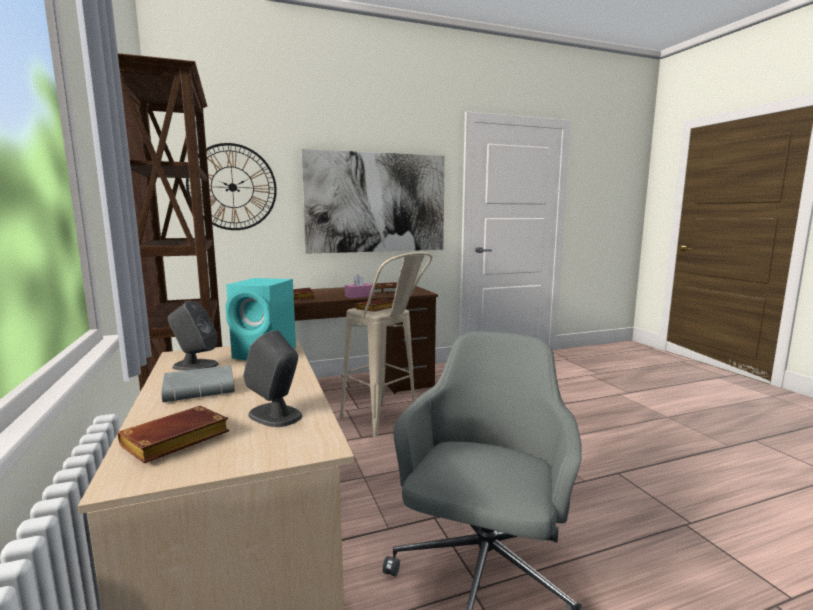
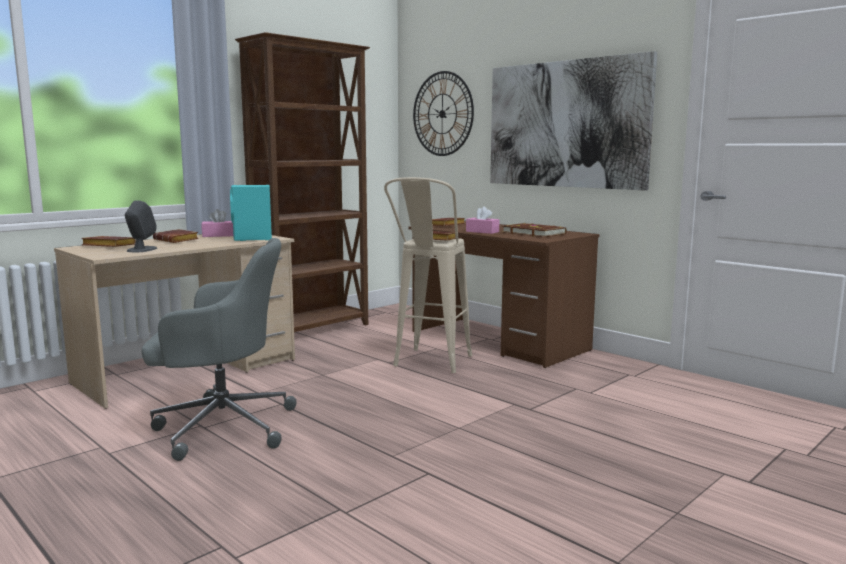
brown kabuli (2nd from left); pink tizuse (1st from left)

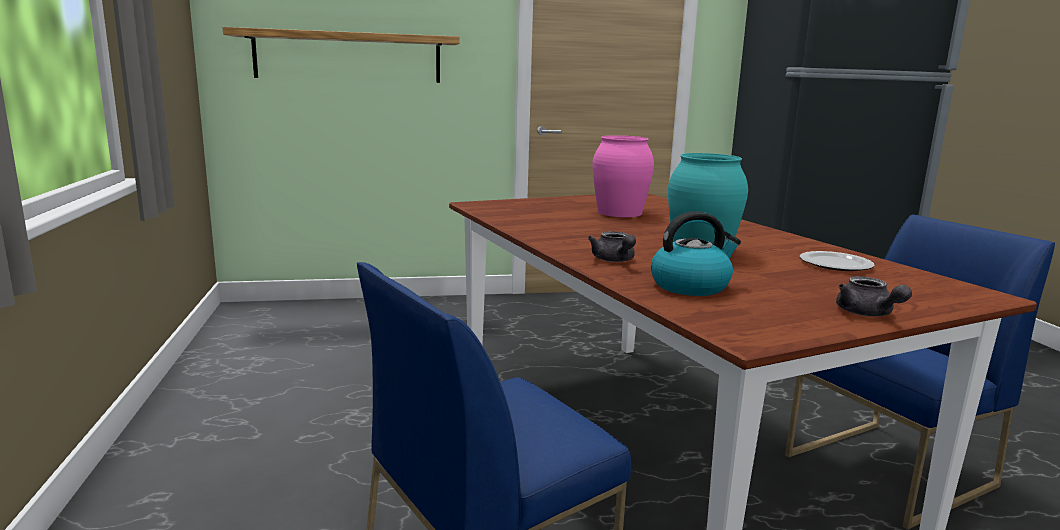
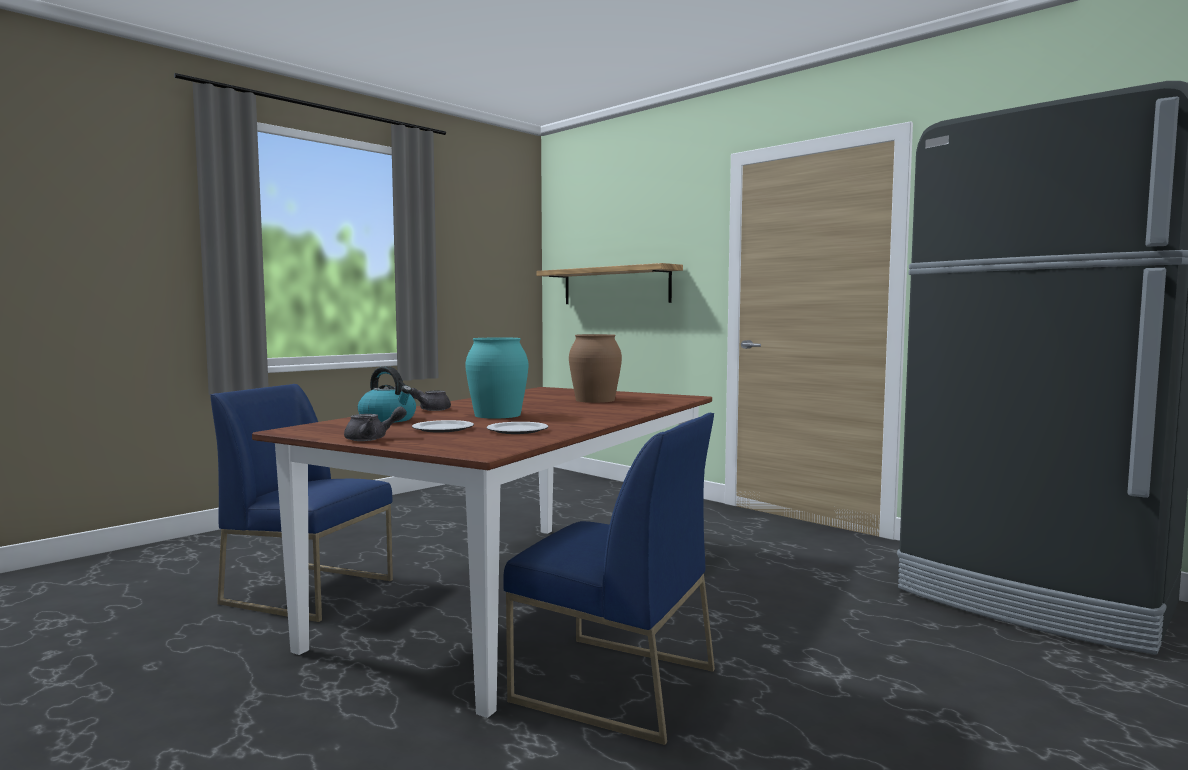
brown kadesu; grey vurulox (1st from left); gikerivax (1st from left)

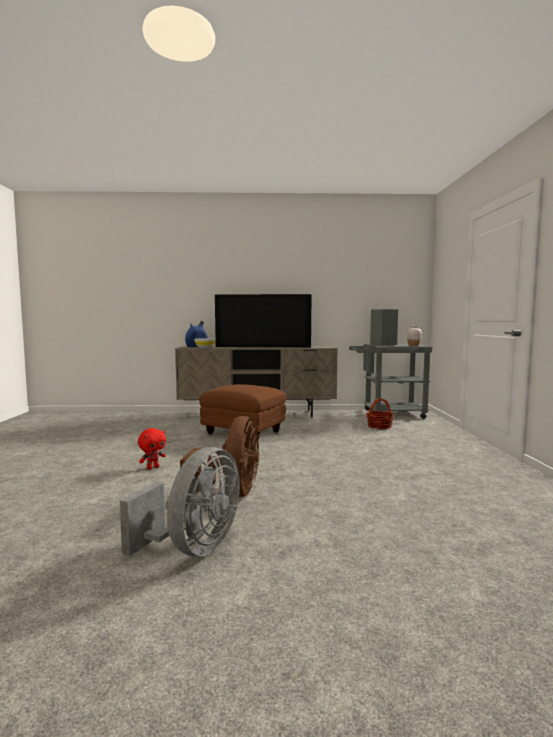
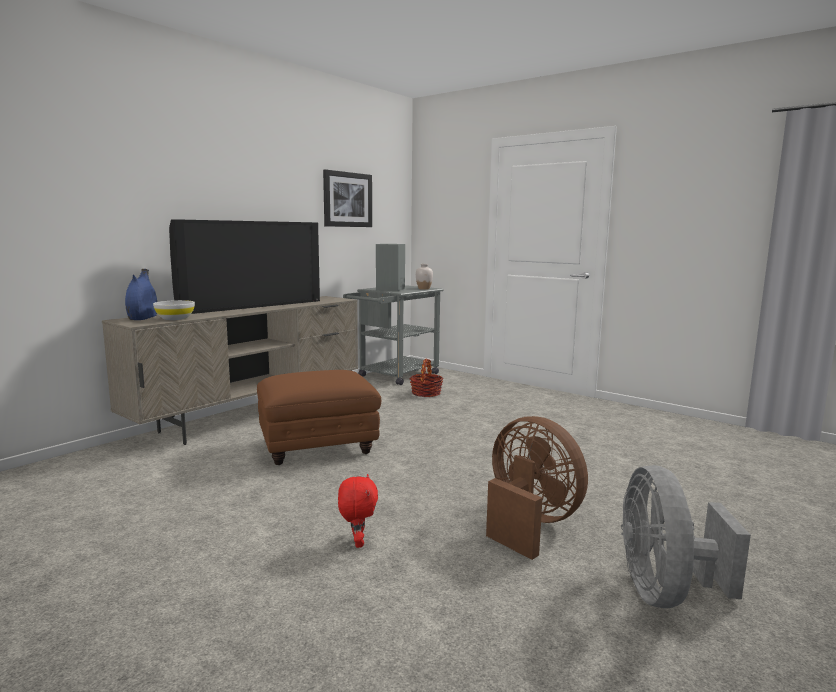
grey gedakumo; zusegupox

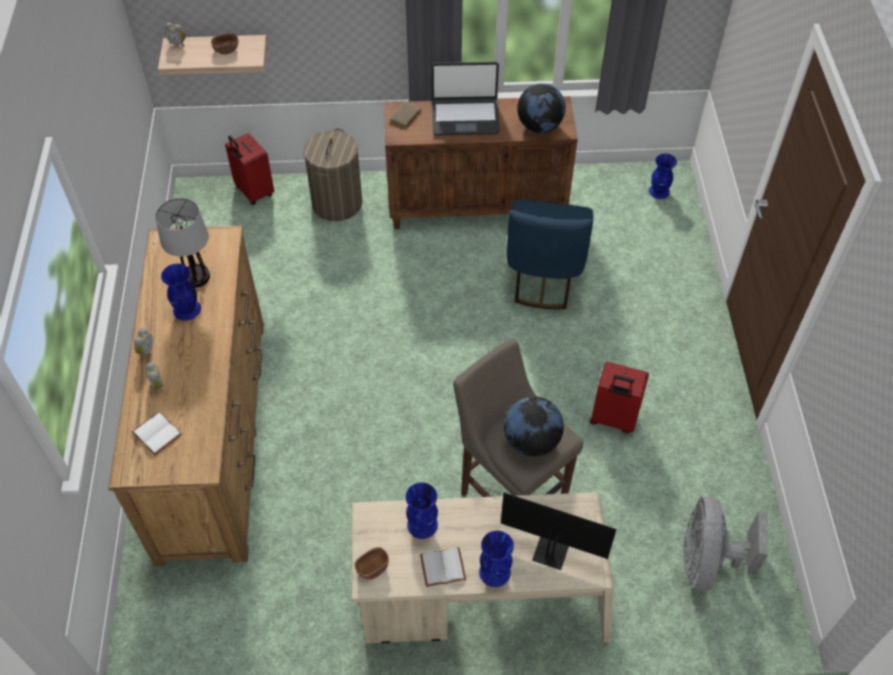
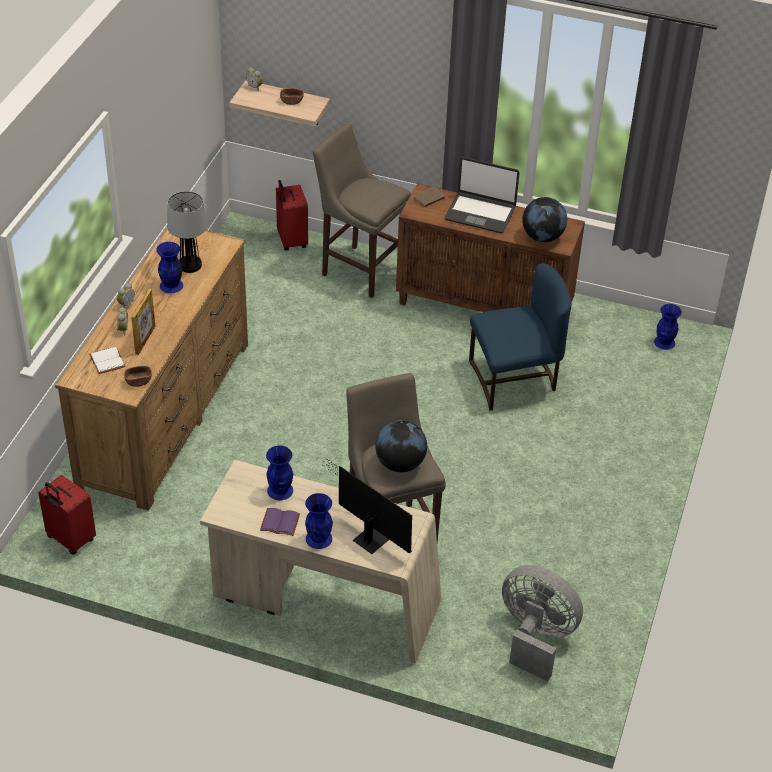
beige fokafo (1st from left); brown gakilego (1st from left); purple kabuli; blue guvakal; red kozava (1st from left); grey gedakumo; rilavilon

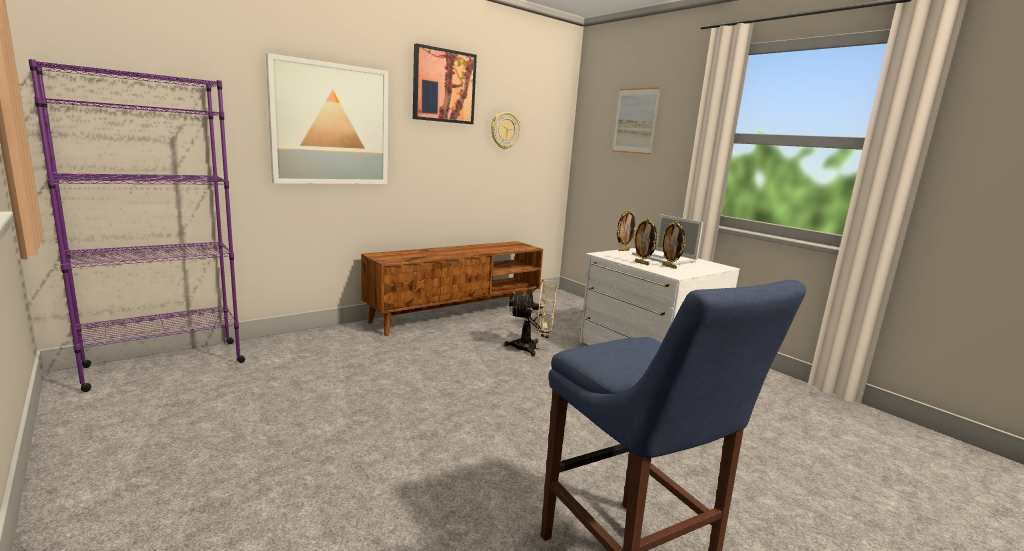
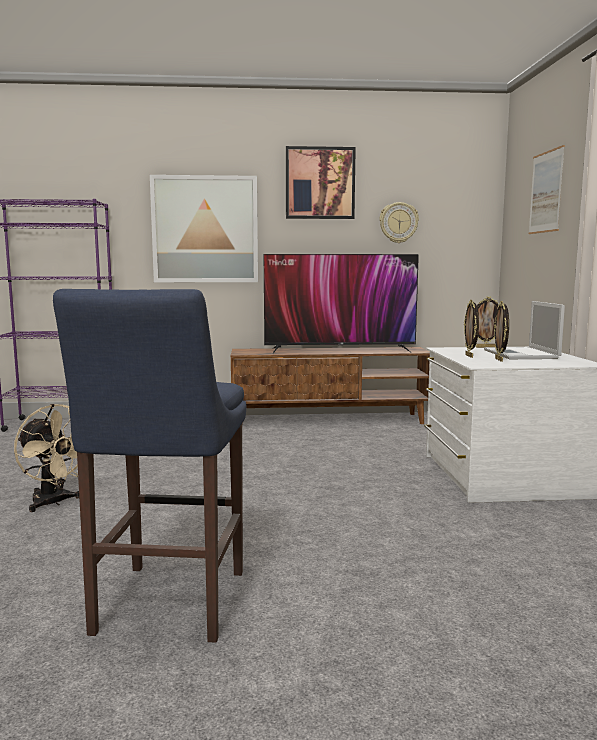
beige gedakumo; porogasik

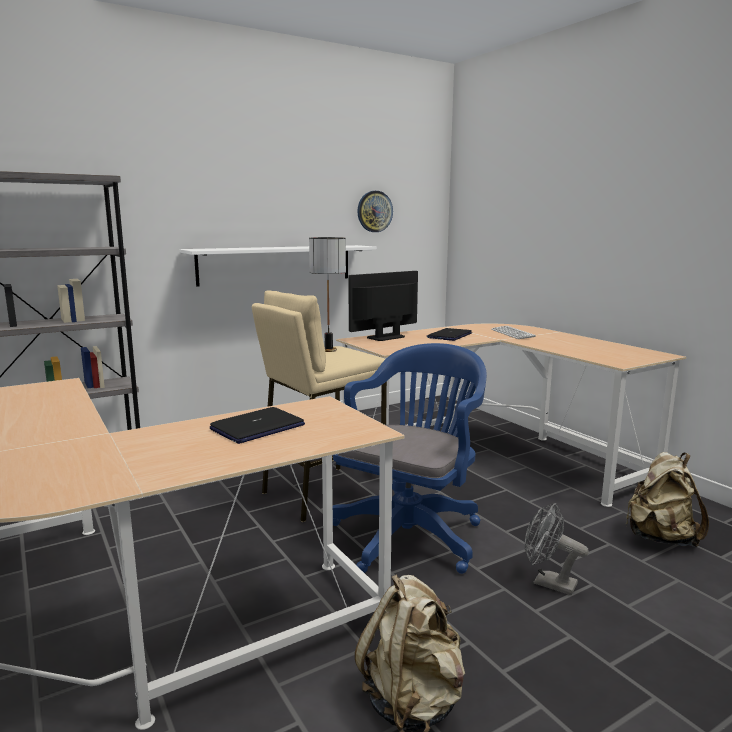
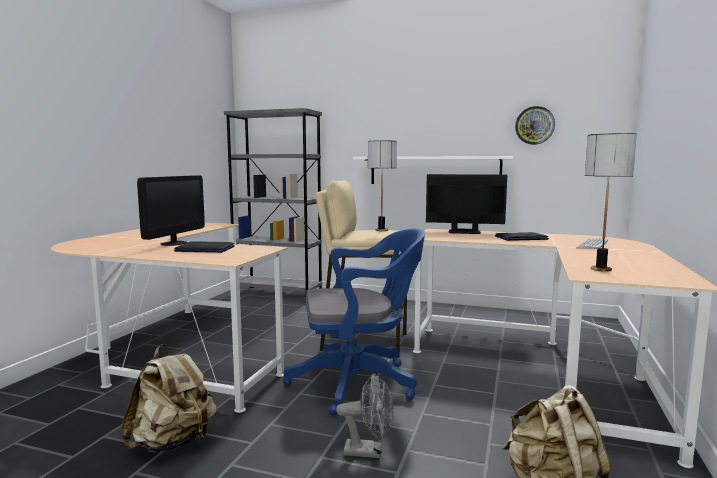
grey gedakumo; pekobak (1st from left); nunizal (2nd from left)

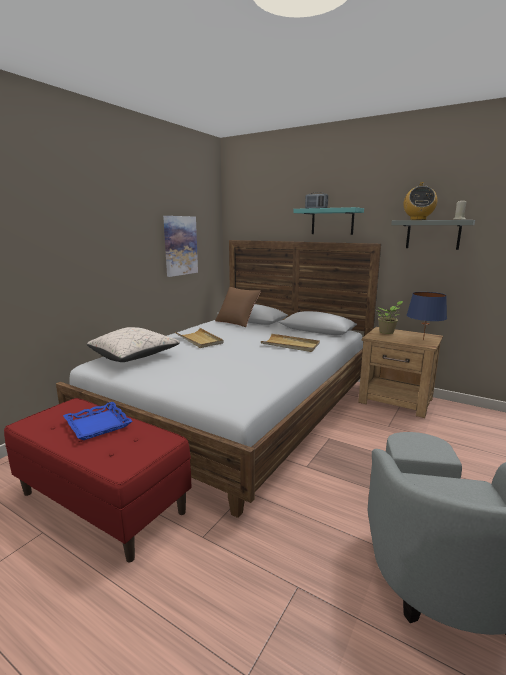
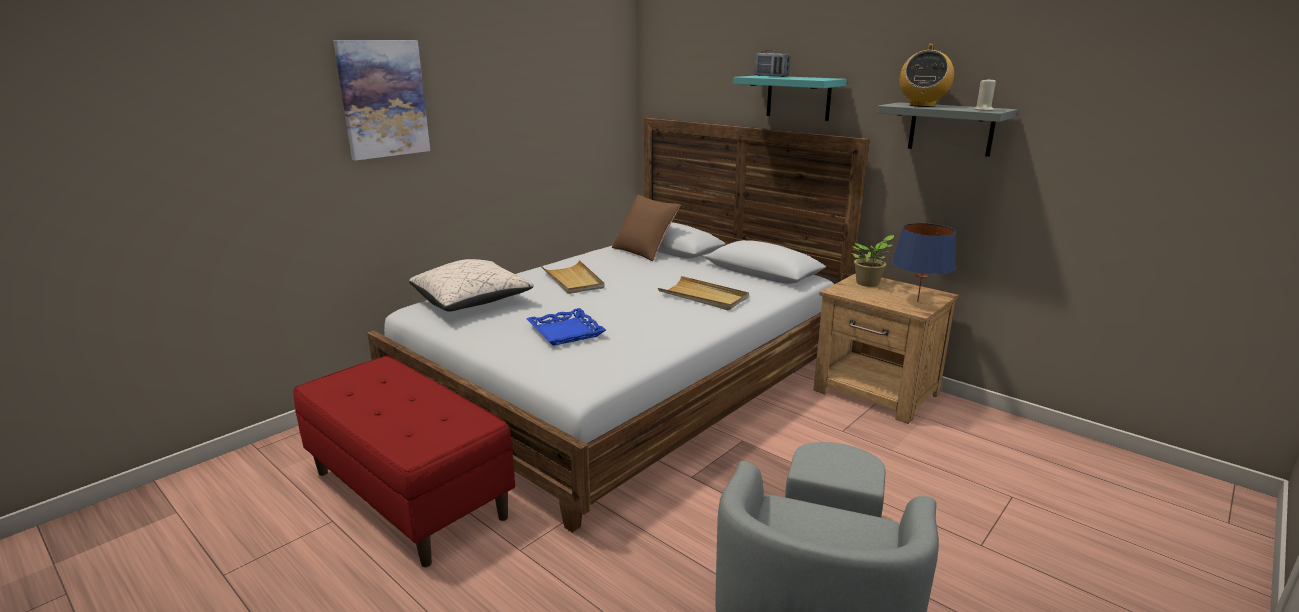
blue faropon; zusegupox

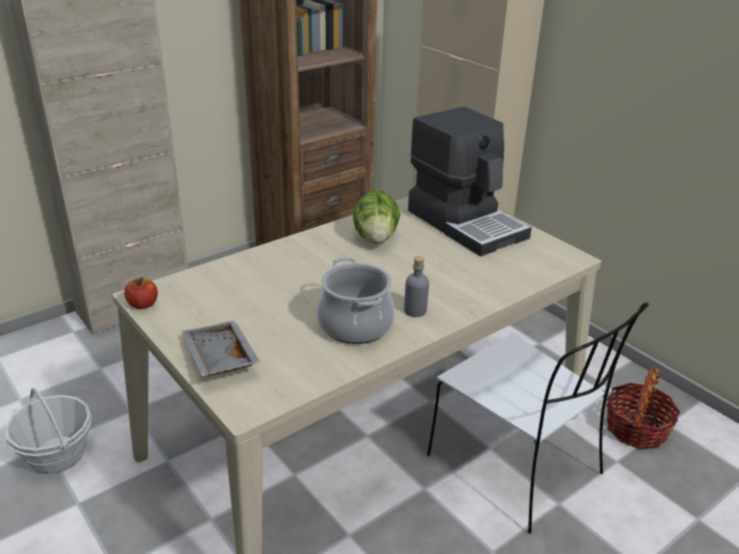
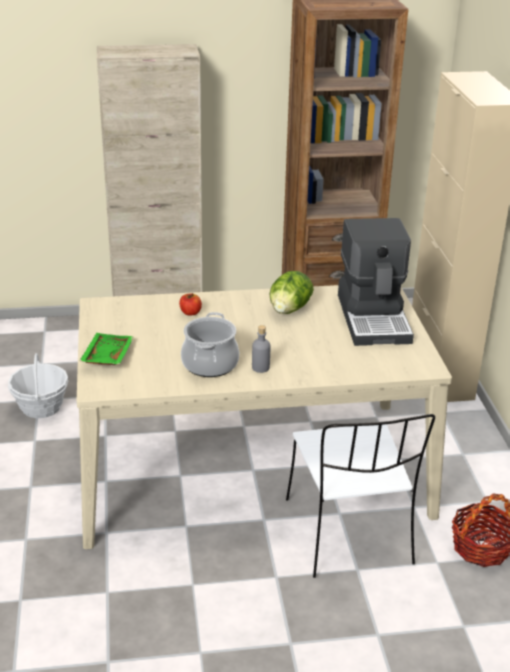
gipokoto; green faropon

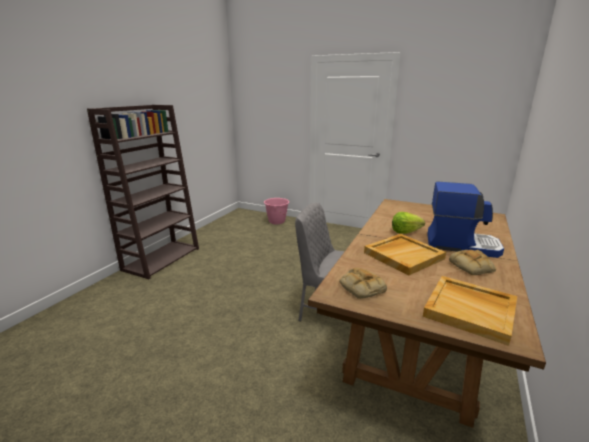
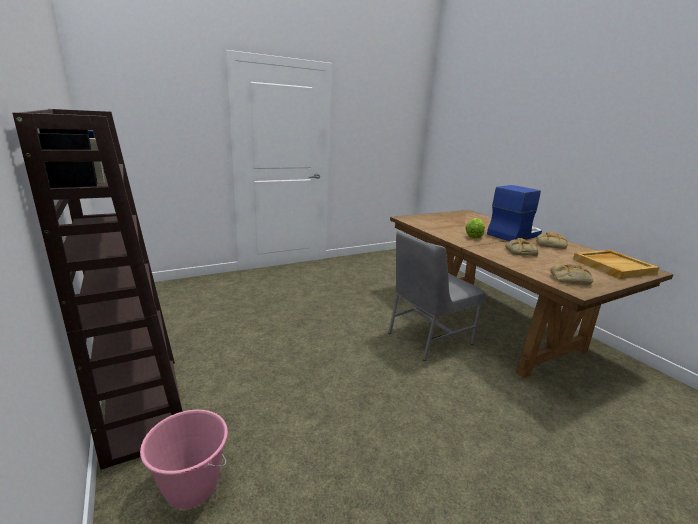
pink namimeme; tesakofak (1st from left)

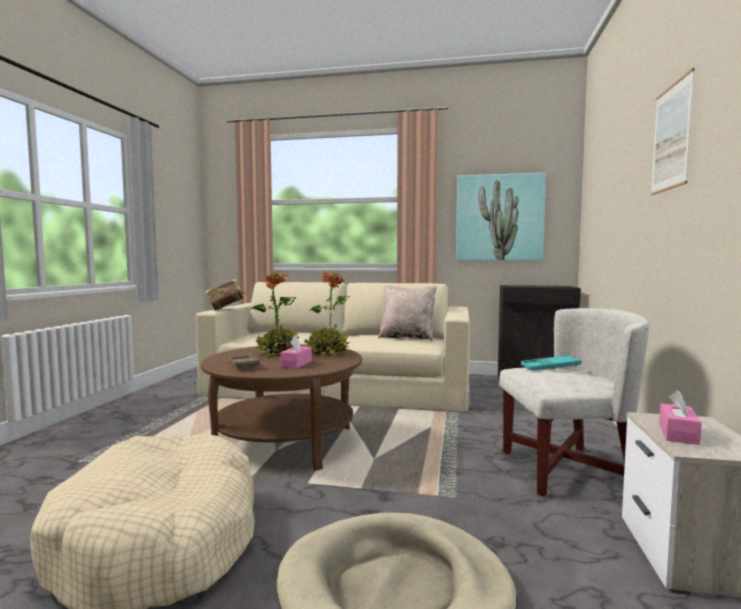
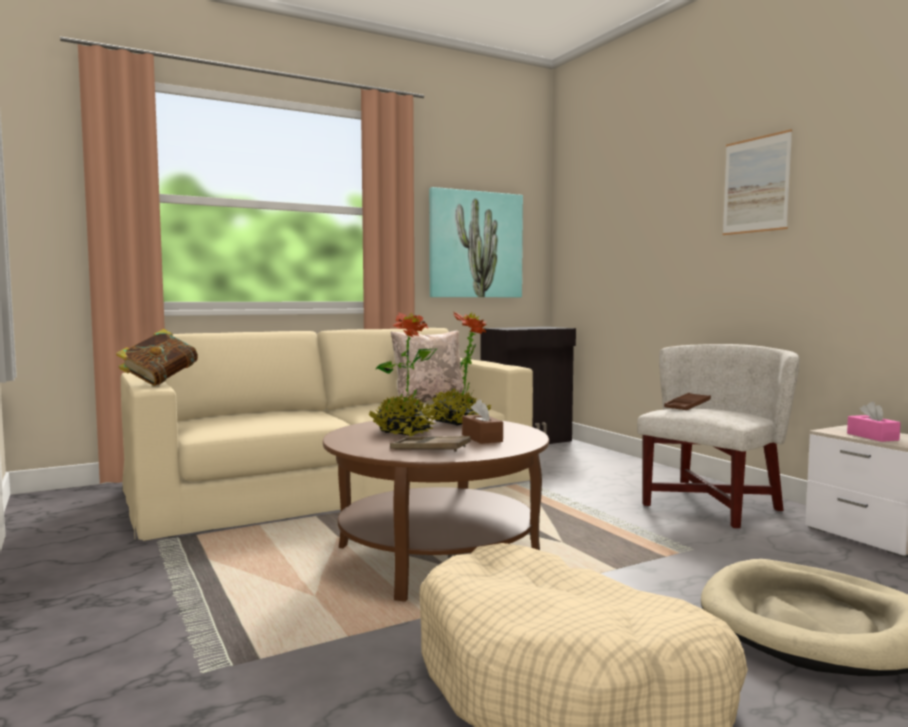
brown tizuse; brown faropon (2nd from left)

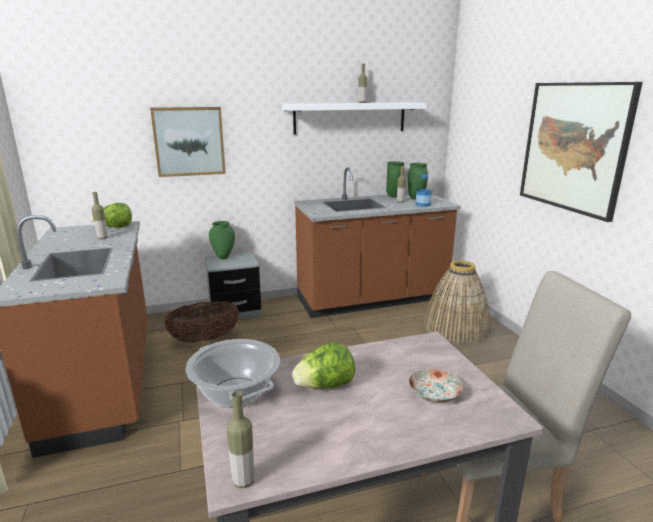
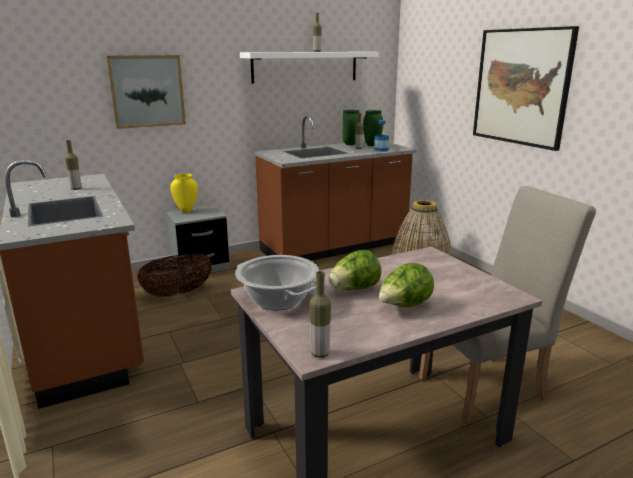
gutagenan (2nd from left); yellow kadesu; gikerivax

